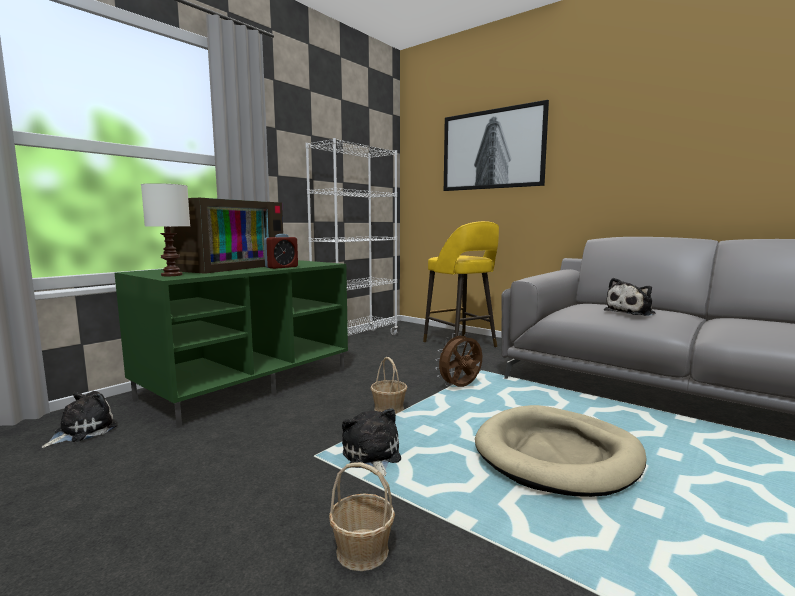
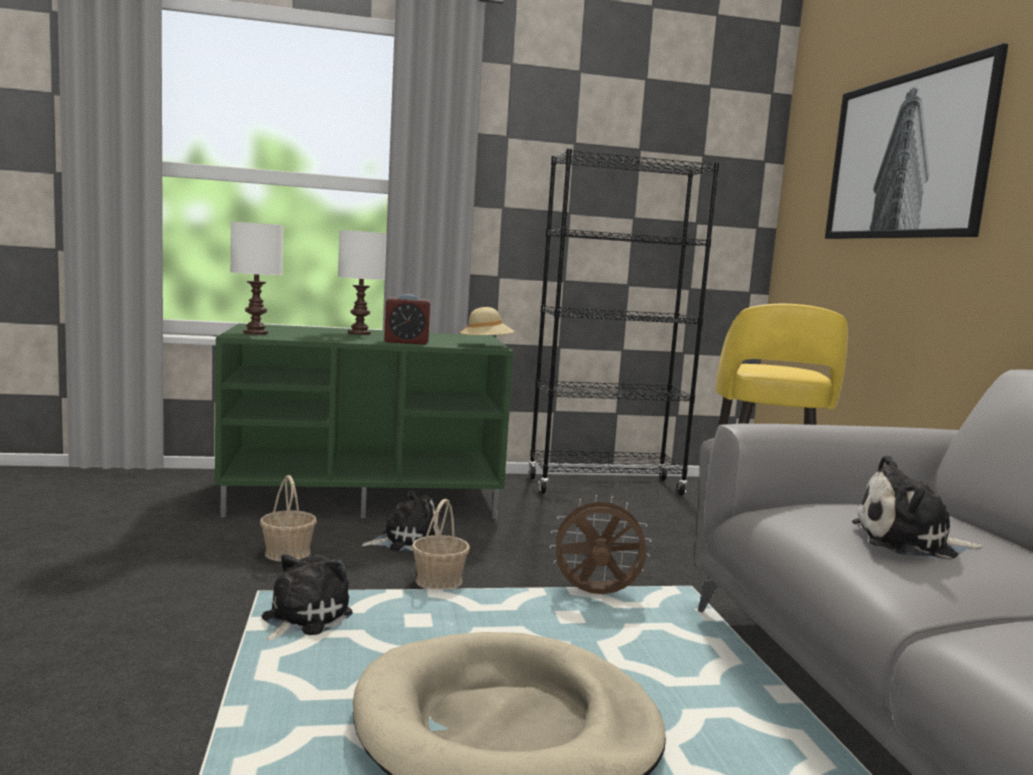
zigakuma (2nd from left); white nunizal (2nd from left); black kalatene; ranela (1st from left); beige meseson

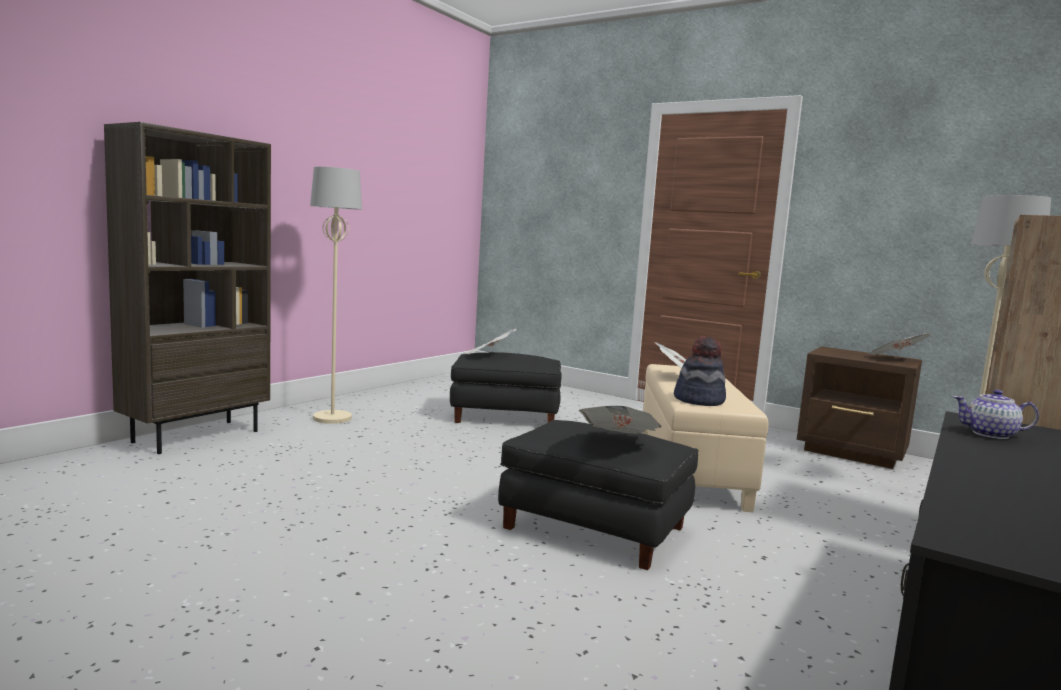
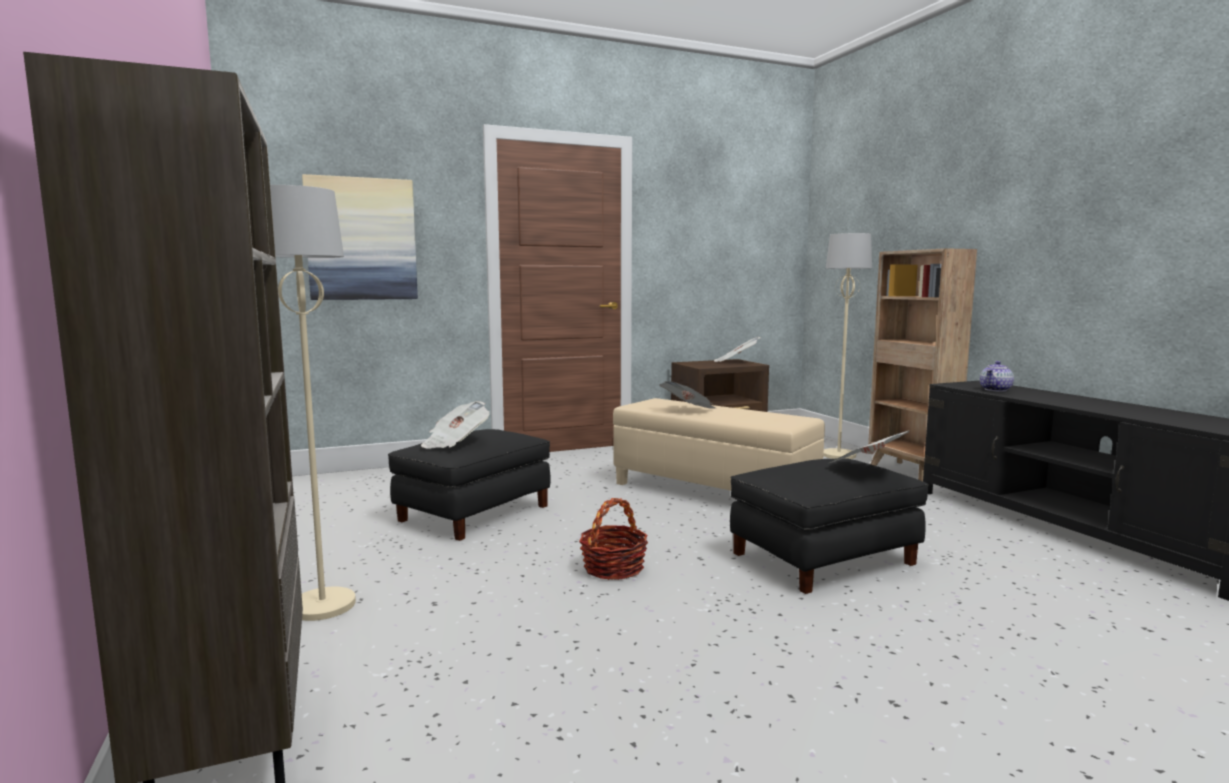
meseson; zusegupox; ranela

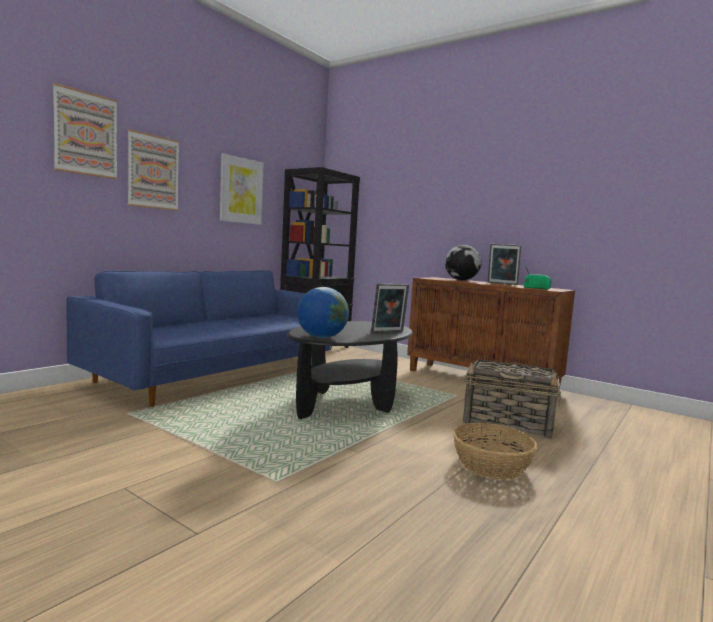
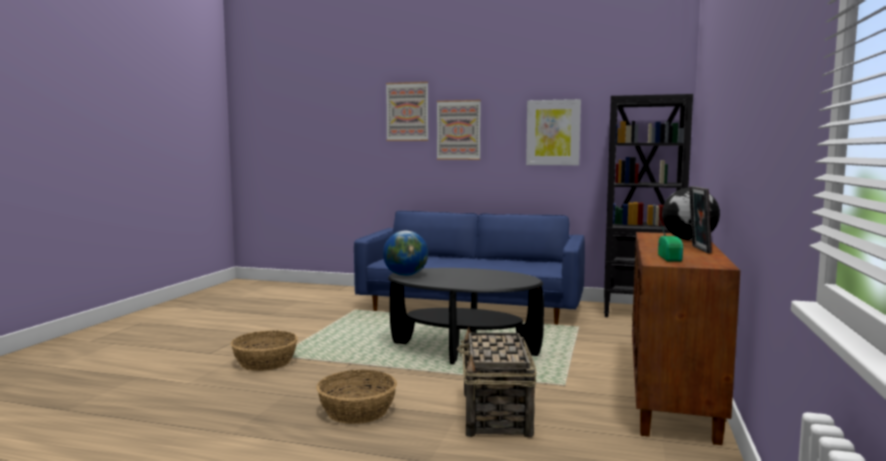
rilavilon (1st from left in the first image); ranela (1st from left)

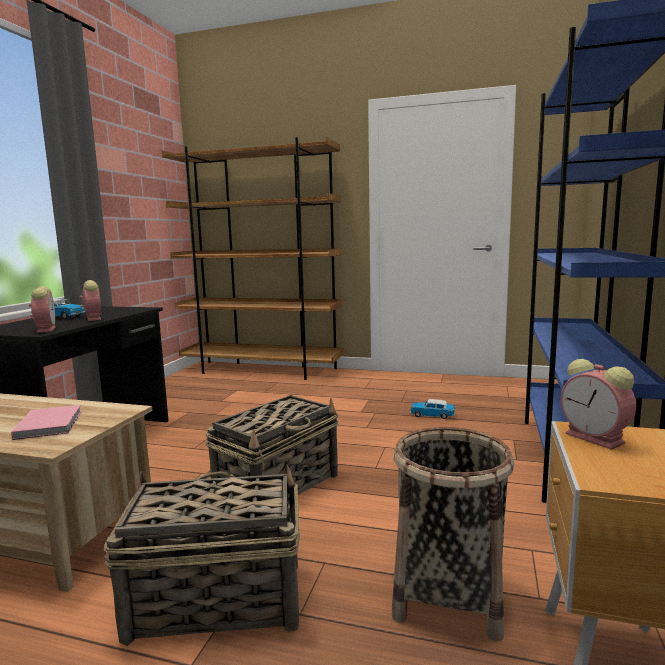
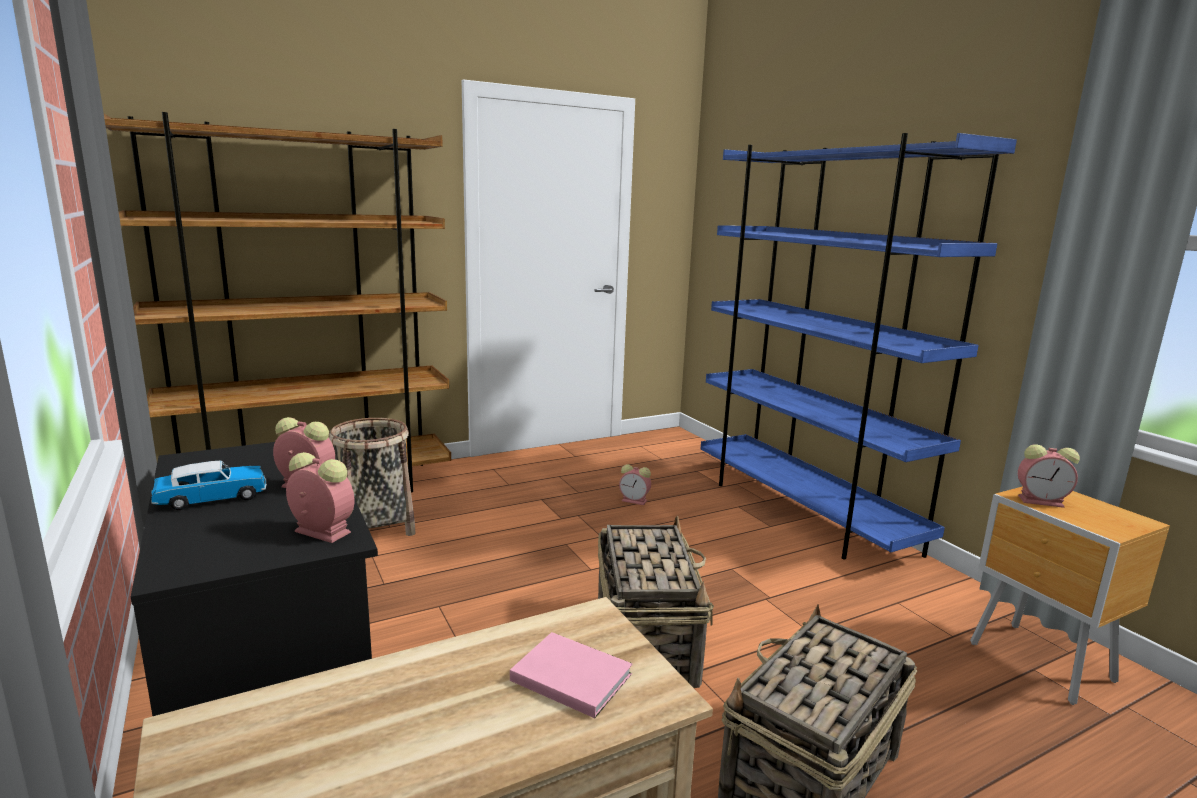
ranela (1st from left); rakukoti (3rd from left)

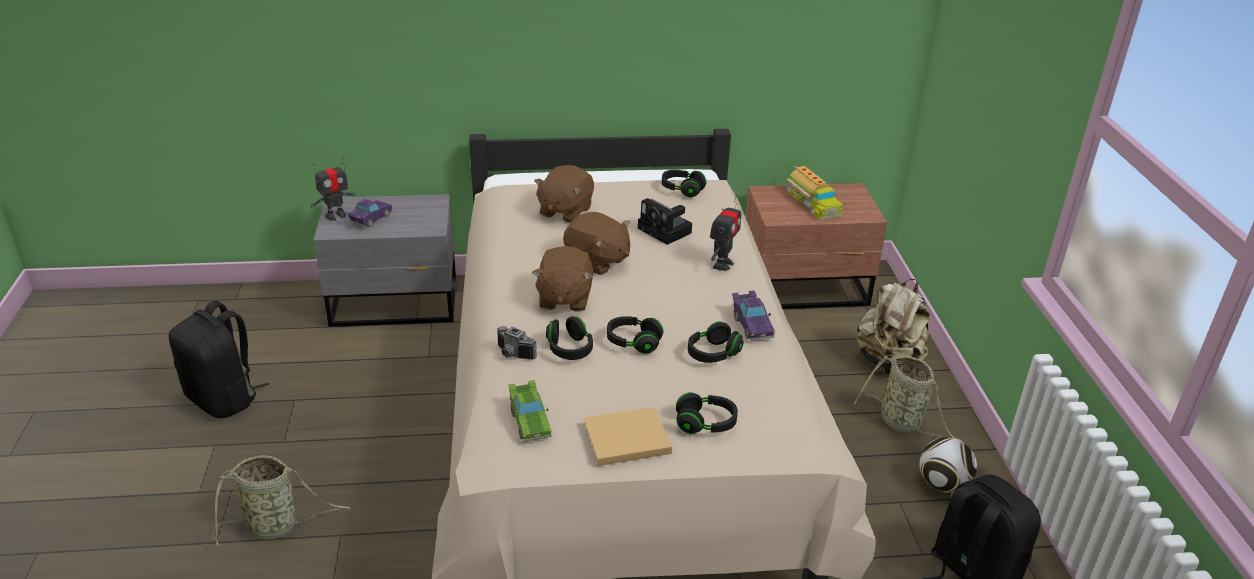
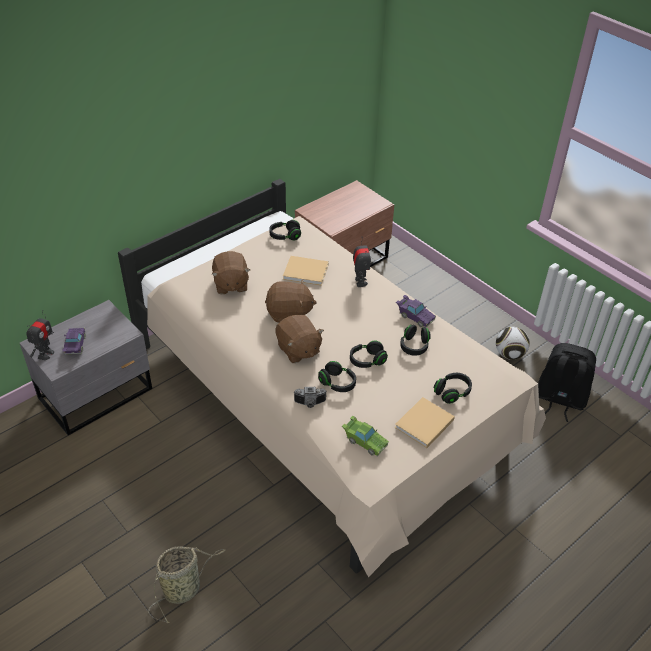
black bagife (1st from left in the first image); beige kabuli (1st from left); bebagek; ranela (2nd from left in the first image); beige bagife

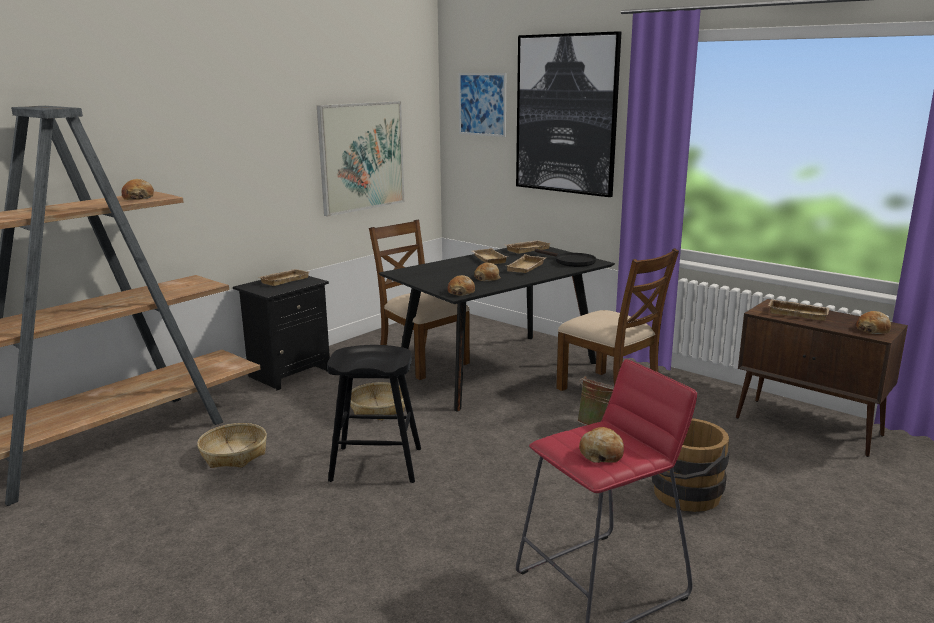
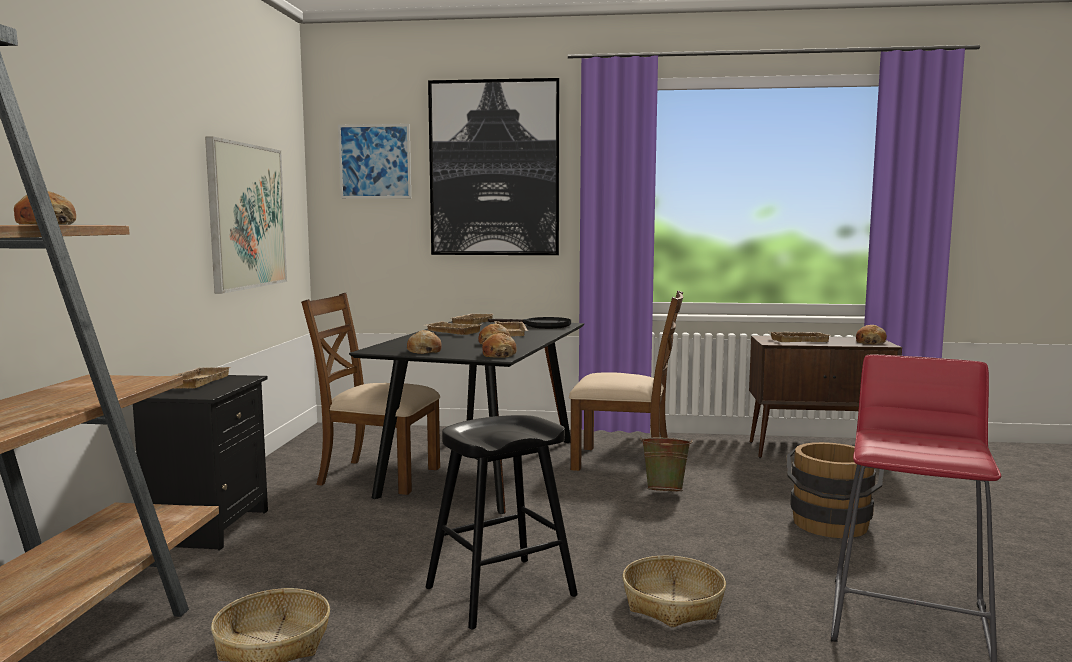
ranela (2nd from left); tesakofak (2nd from left)

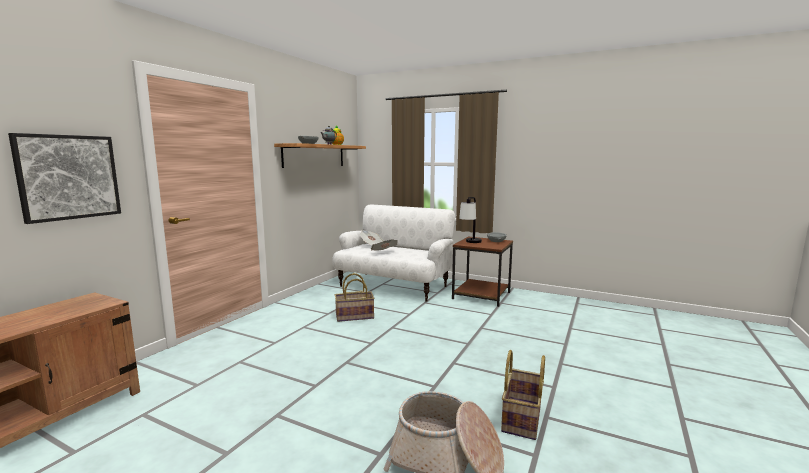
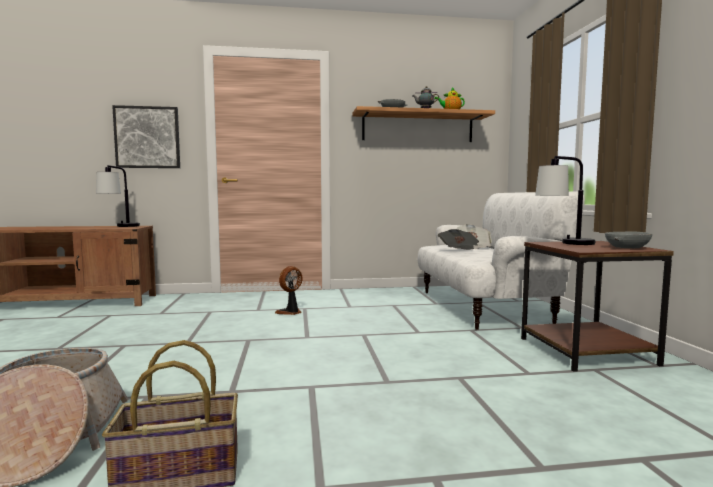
ranela (1st from left in the first image); nunizal (1st from left); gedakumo

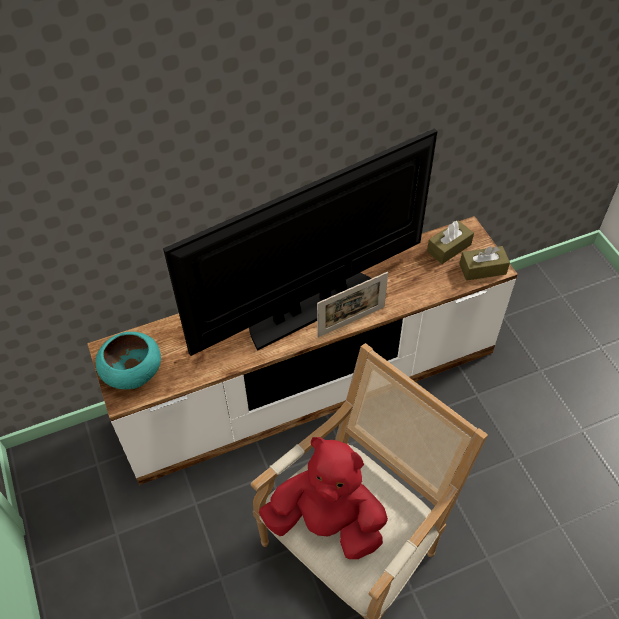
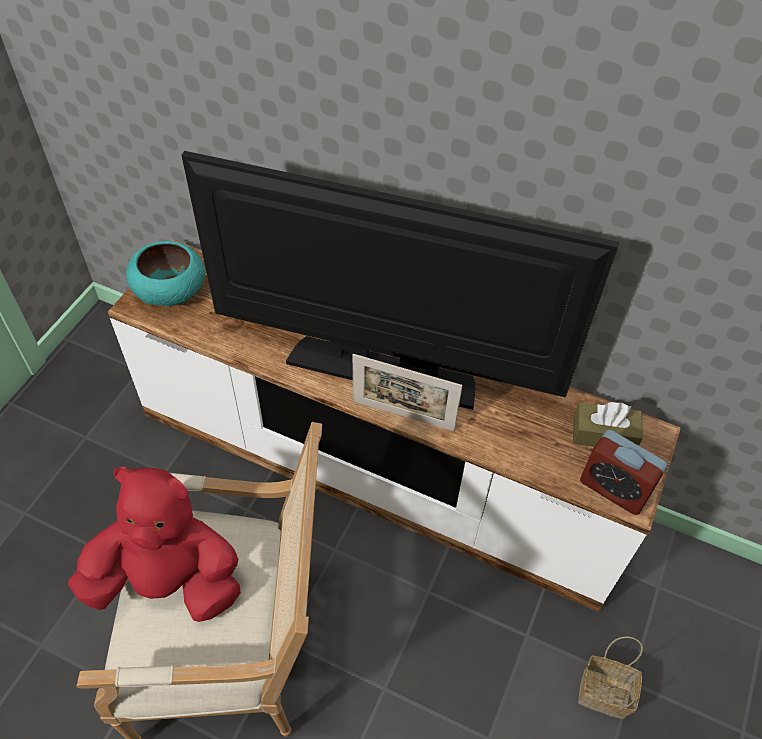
red zigakuma; rakukoti; ranela

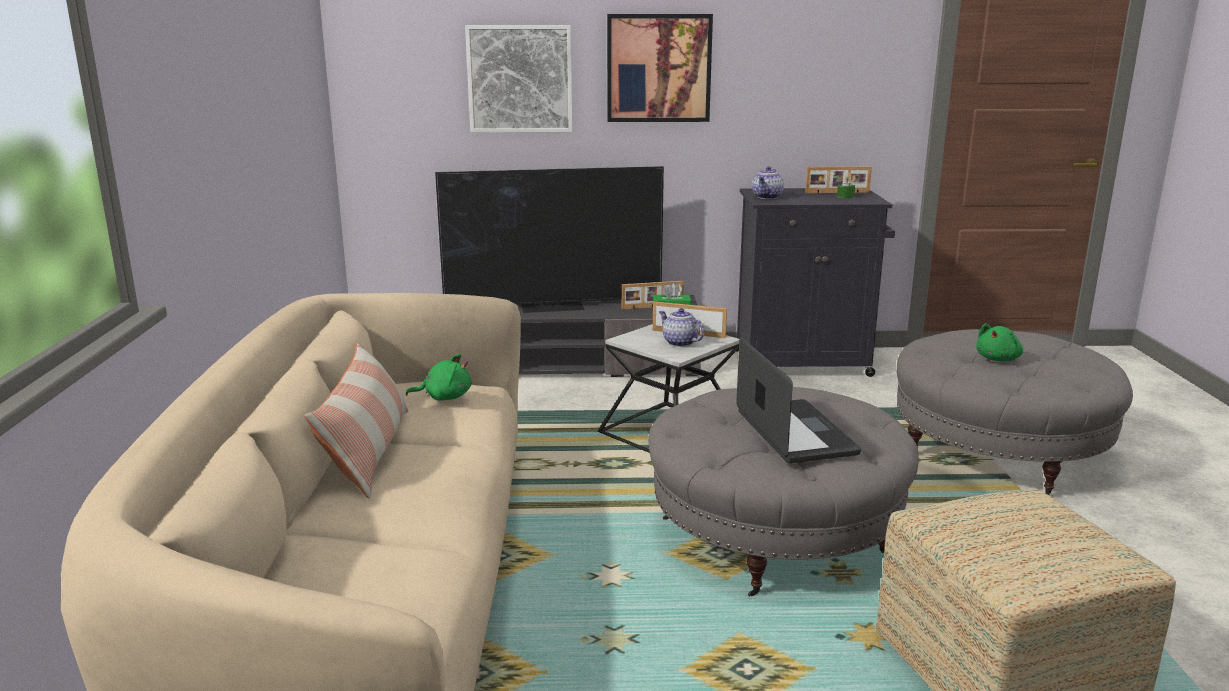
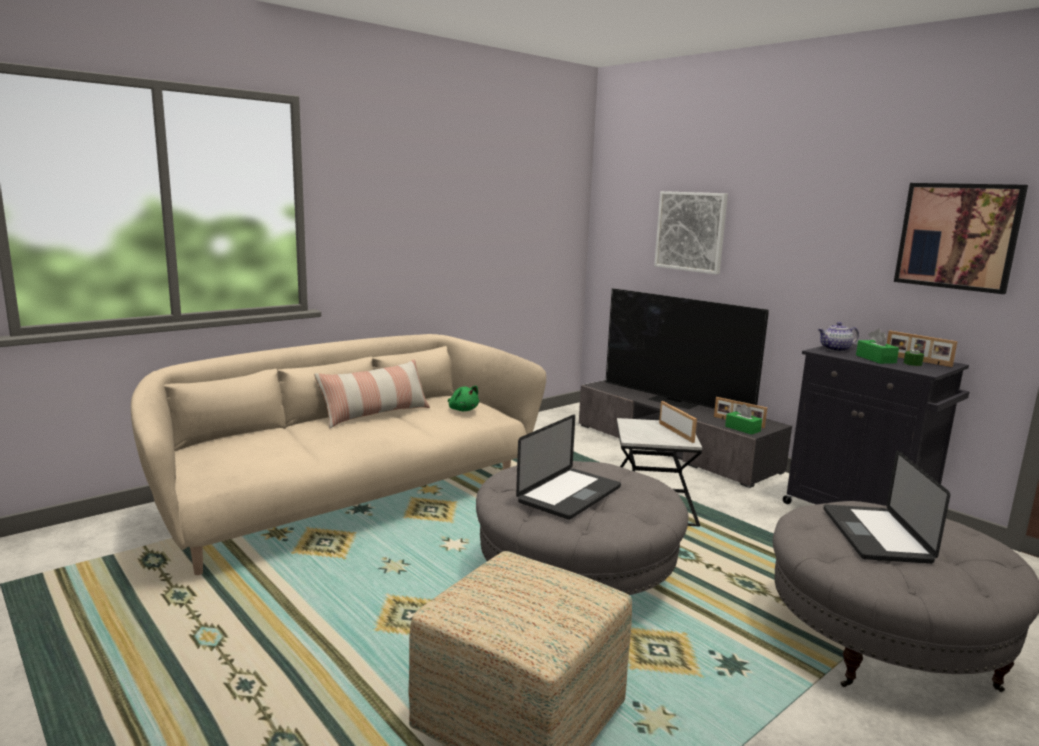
zusegupox (2nd from left); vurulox (1st from left in the first image); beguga (2nd from left); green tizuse (2nd from left)

